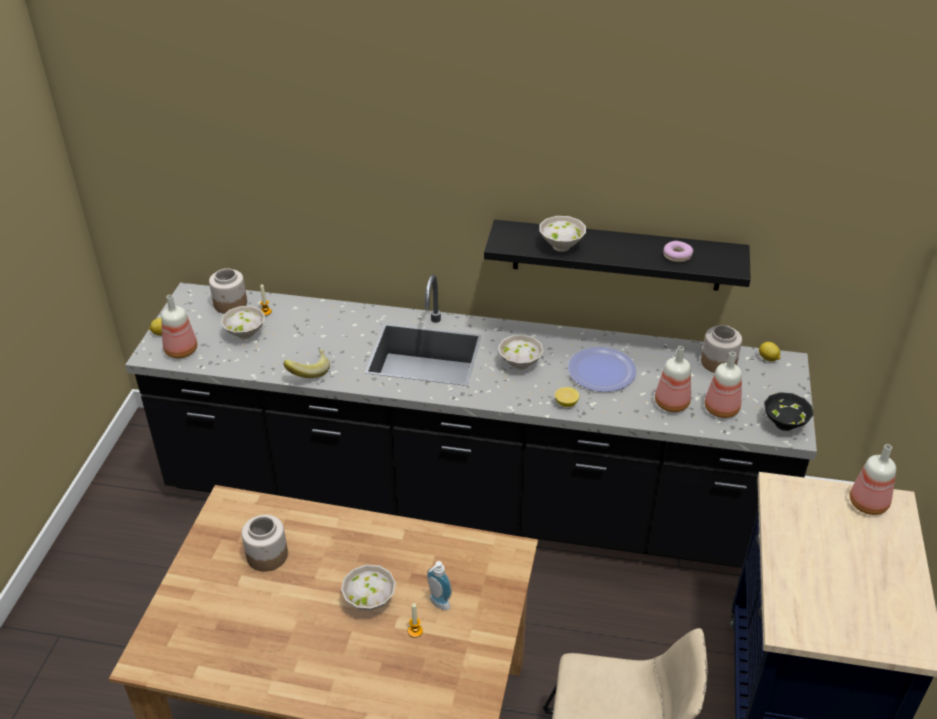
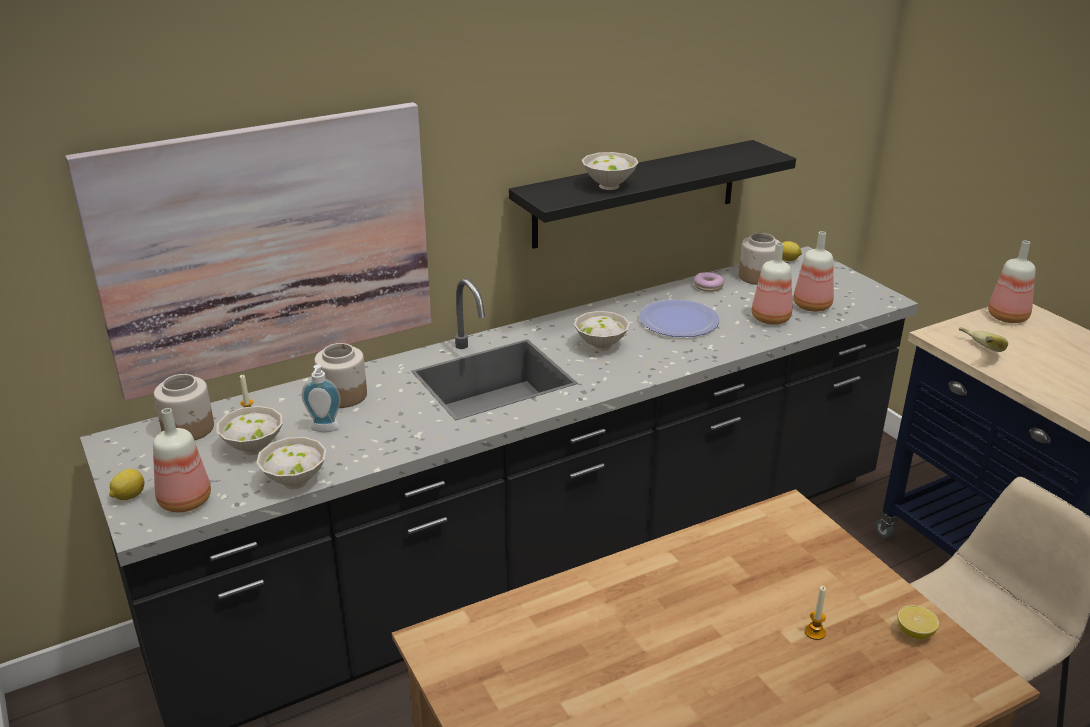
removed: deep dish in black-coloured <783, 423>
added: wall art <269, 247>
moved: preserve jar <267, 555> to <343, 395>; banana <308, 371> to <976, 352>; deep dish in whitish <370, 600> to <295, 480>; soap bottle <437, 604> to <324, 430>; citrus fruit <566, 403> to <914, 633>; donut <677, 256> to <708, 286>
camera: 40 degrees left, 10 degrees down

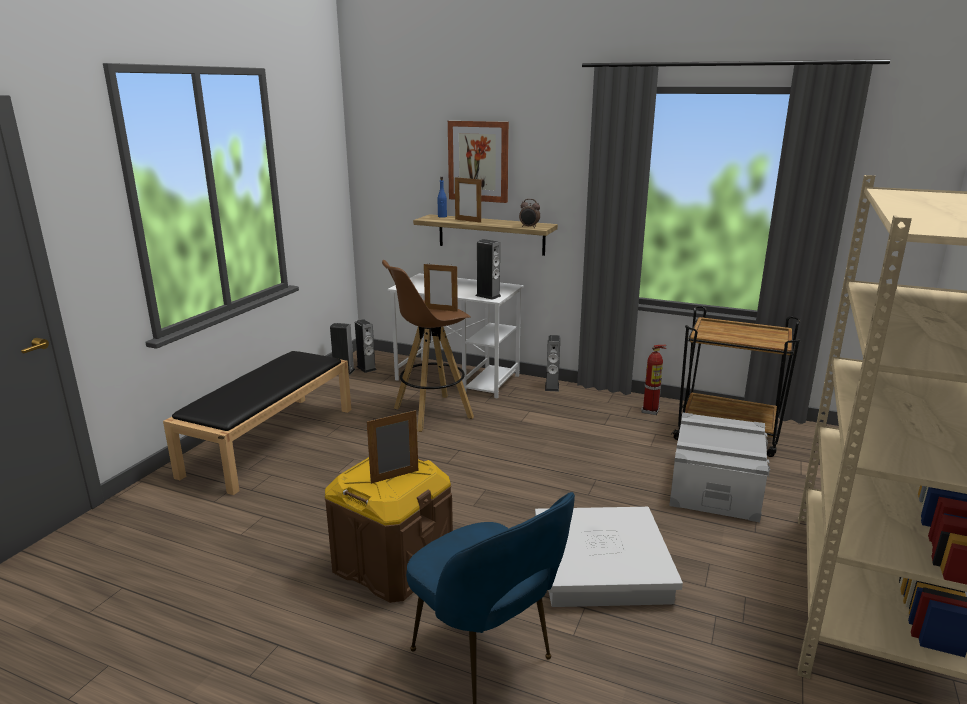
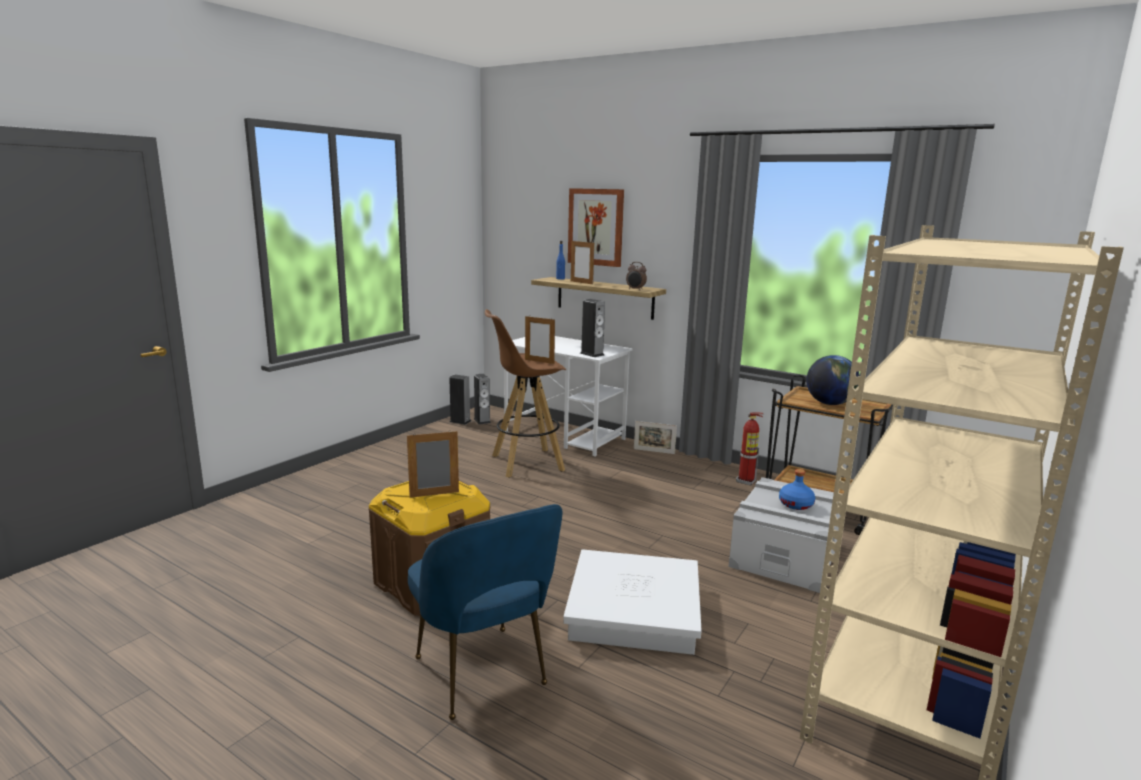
removed: bench in black-coloured <271, 440>
added: beverage bottle in blue <796, 504>; globe <829, 403>
replaced: speaker <552, 387> to standing frame <654, 451>
camera: 10 degrees right, 5 degrees down

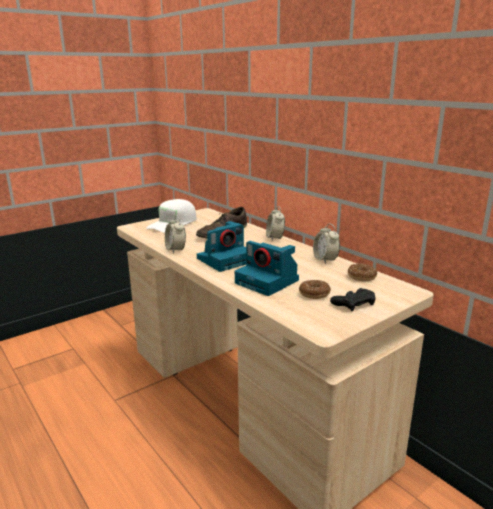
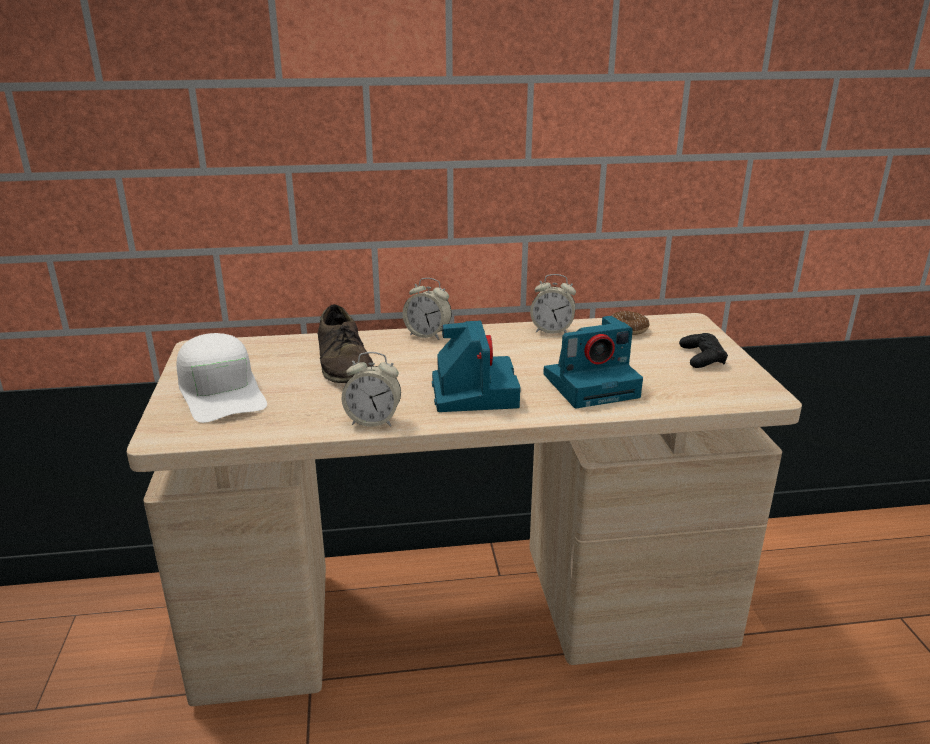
removed: donut <314, 294>
camera: 60 degrees left, 5 degrees up

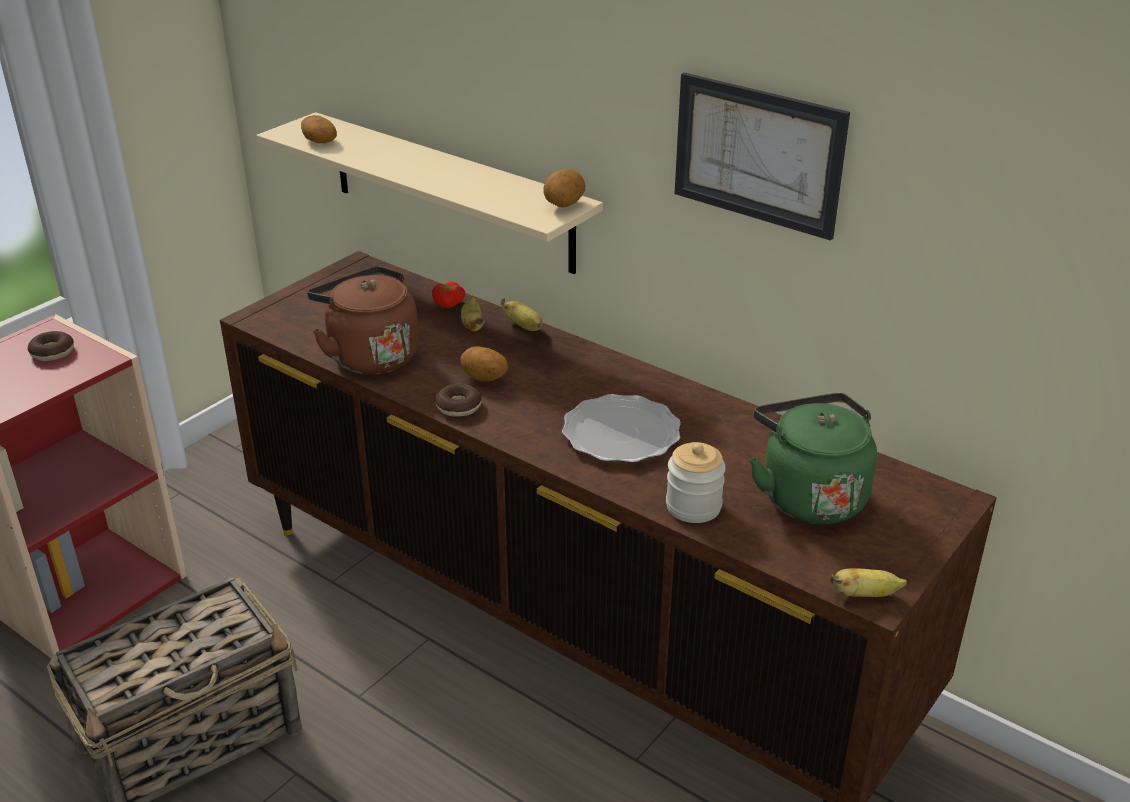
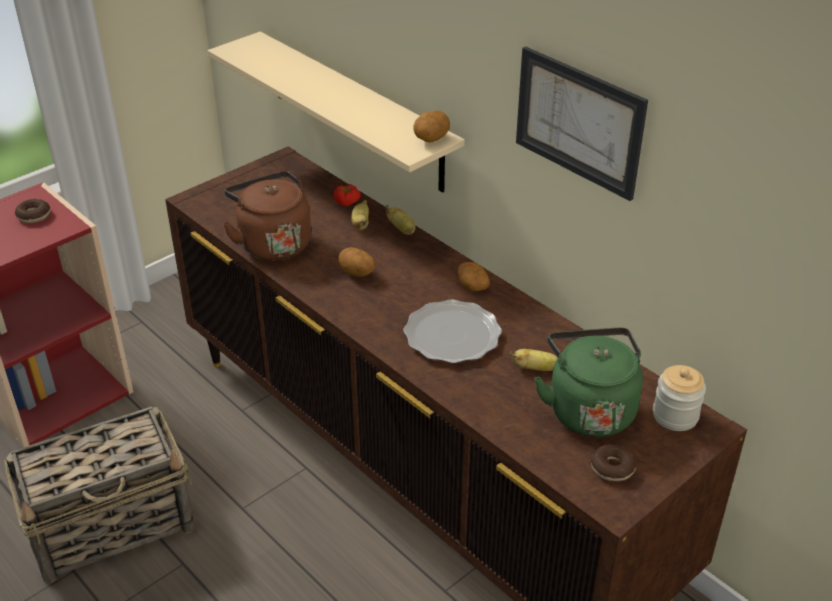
moved: spud <319, 140> to <472, 285>; donut <458, 407> to <612, 468>; preserve jar <693, 506> to <675, 415>; banana <864, 595> to <536, 368>
camera: 10 degrees right, 5 degrees up

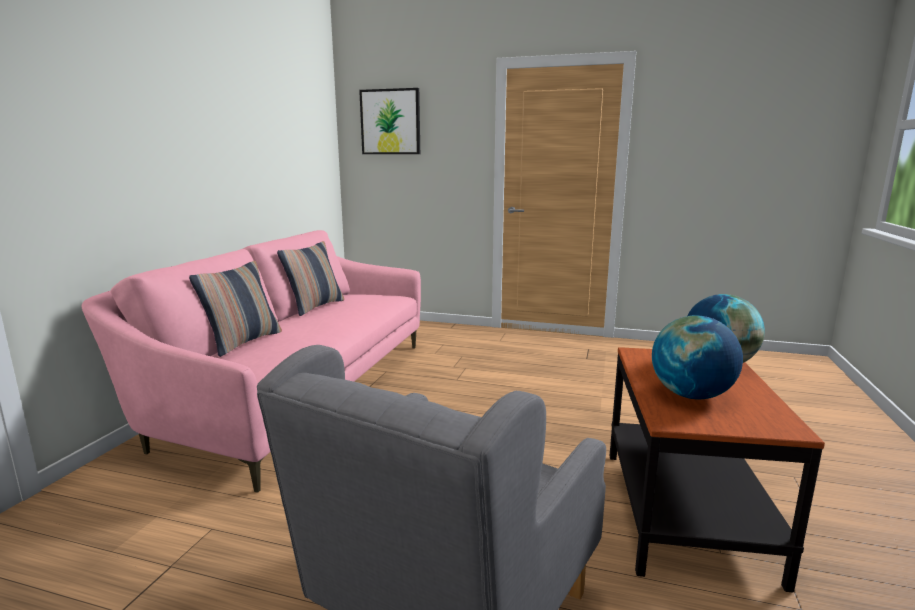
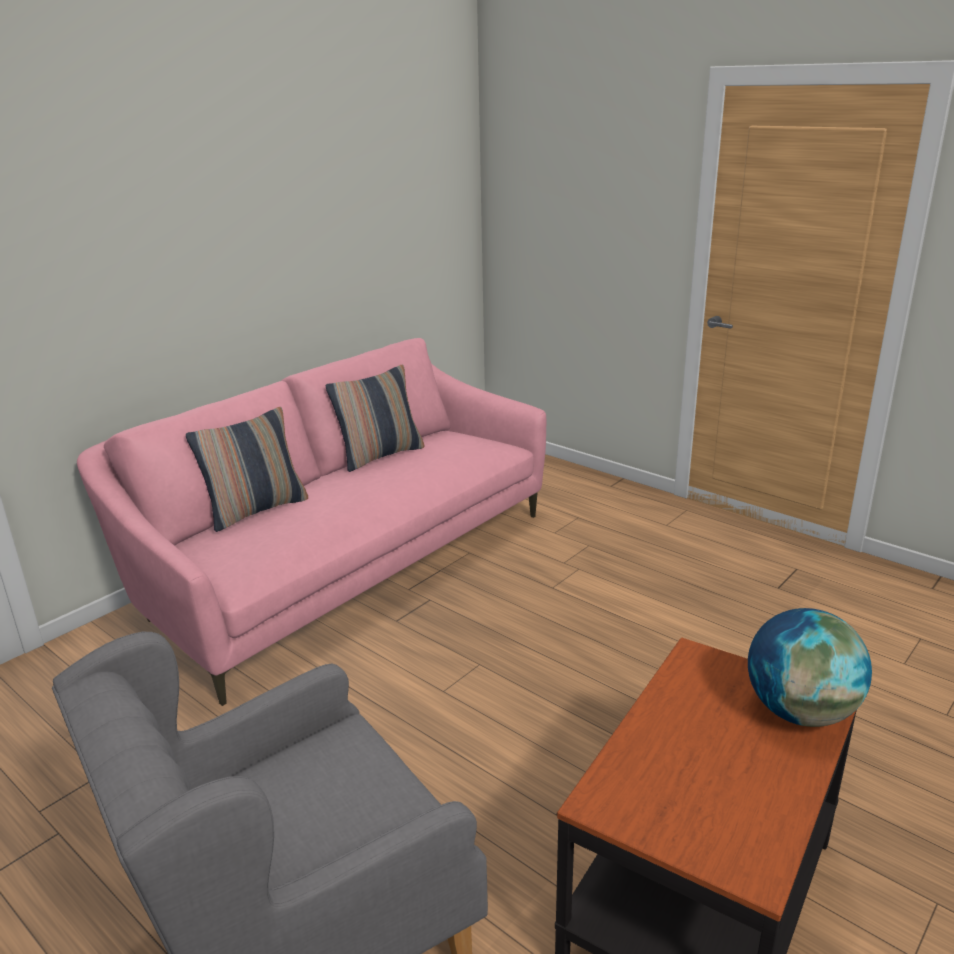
removed: wall art <390, 122>; globe <691, 395>
camera: 25 degrees right, 10 degrees up

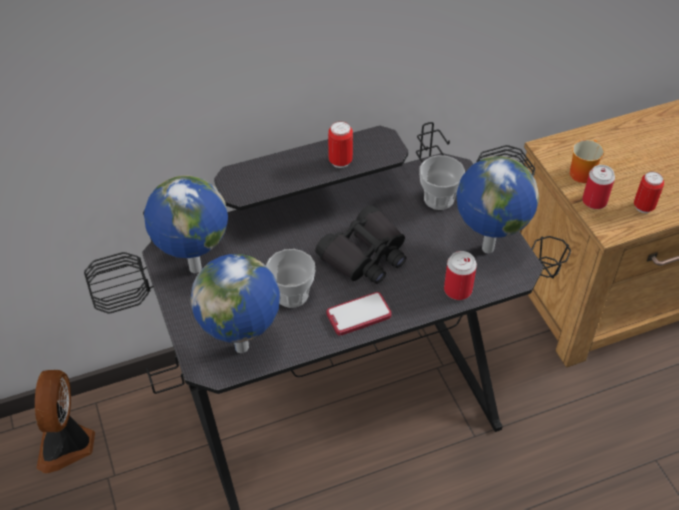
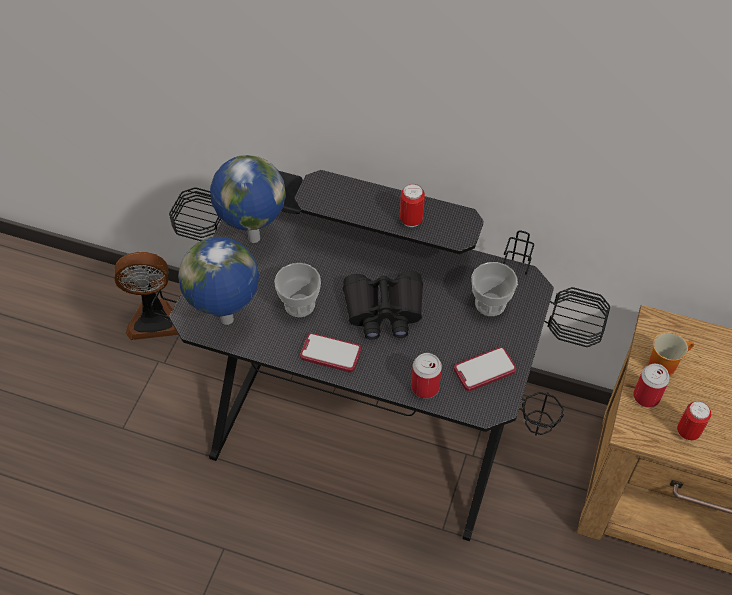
replaced: globe <486, 248> to phone <484, 370>
turned: fan <67, 444> = <154, 318> 135 degrees counterclockwise
camera: 40 degrees right, 5 degrees up

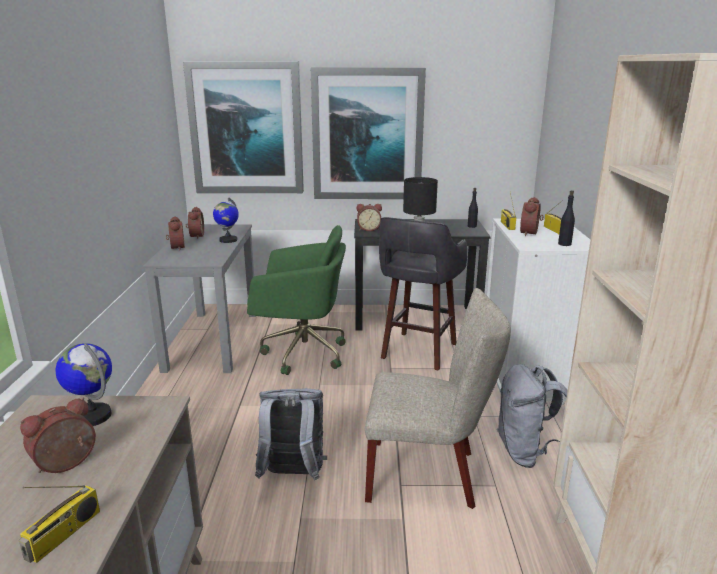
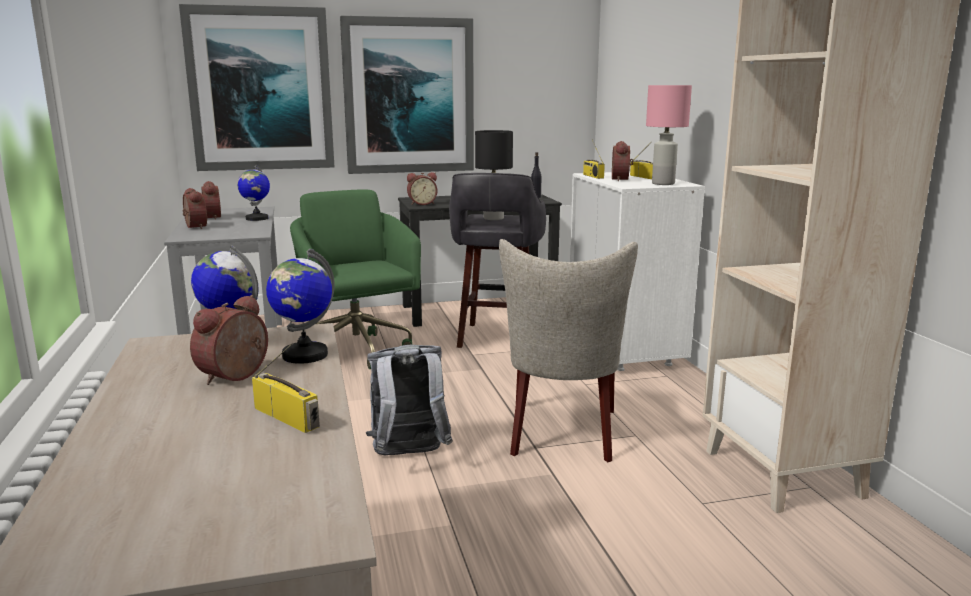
removed: backpack in greyish <528, 453>
added: globe <304, 355>
replaced: beverage bottle in black-coloured <564, 244> to tabletop lamp in pinkish <662, 184>
turned: radio receiver <64, 535> = <288, 417> 60 degrees counterclockwise; office chair in green-coloured <300, 354> = <359, 353> 105 degrees counterclockwise; chair in beige-coloured <429, 474> = <562, 435> 105 degrees clockwise
camera: 15 degrees left, 5 degrees down

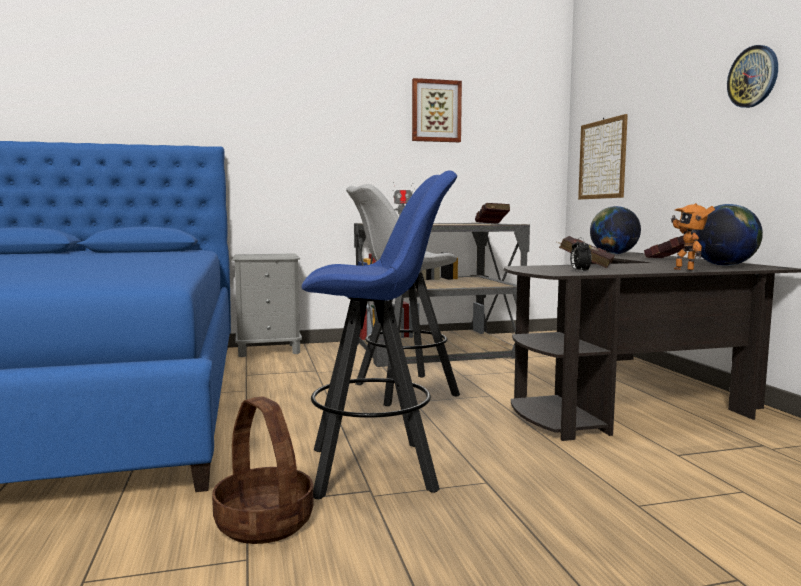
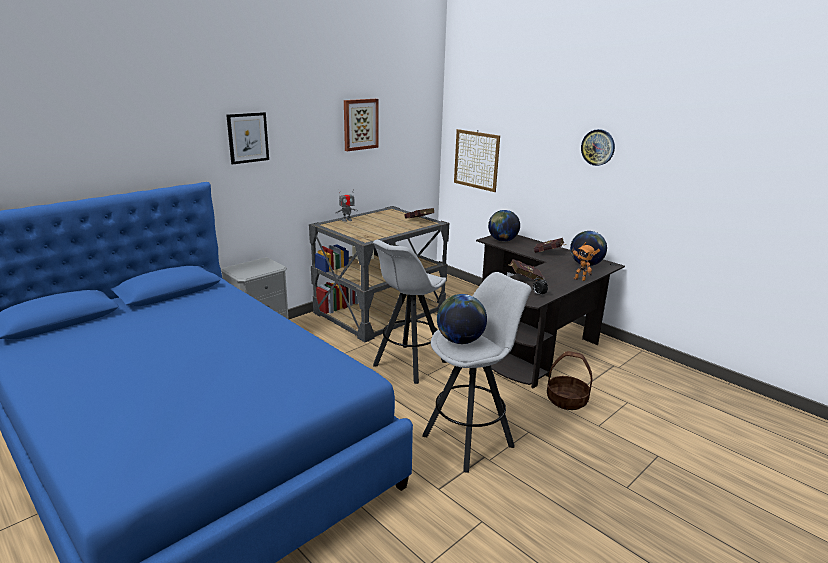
added: wall art <248, 138>; globe <460, 340>
moved: household basket <265, 522> to <567, 400>
recoloured: sitting stool in blue <377, 469> to sitting stool in greyish <470, 440>
camera: 30 degrees left, 15 degrees up

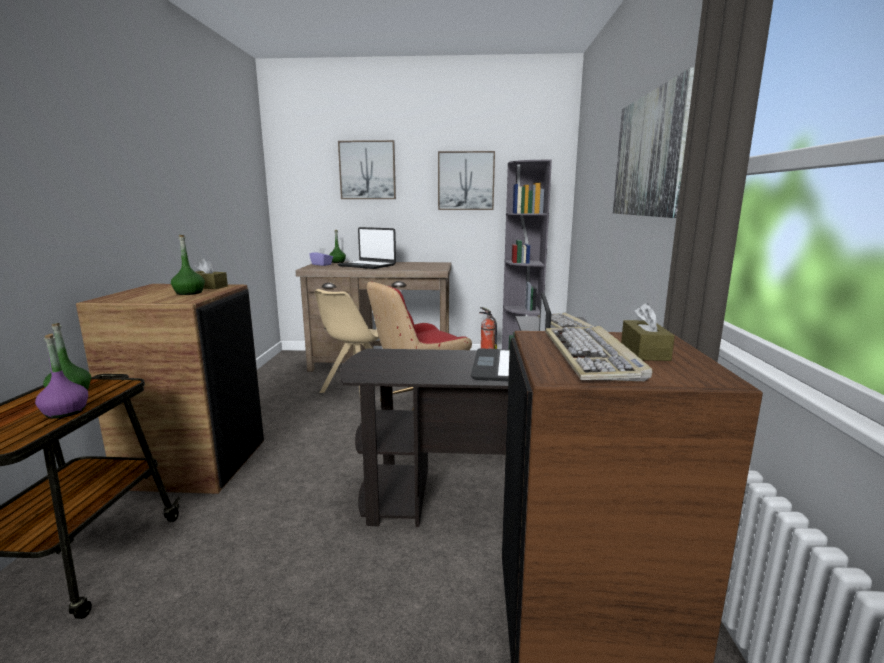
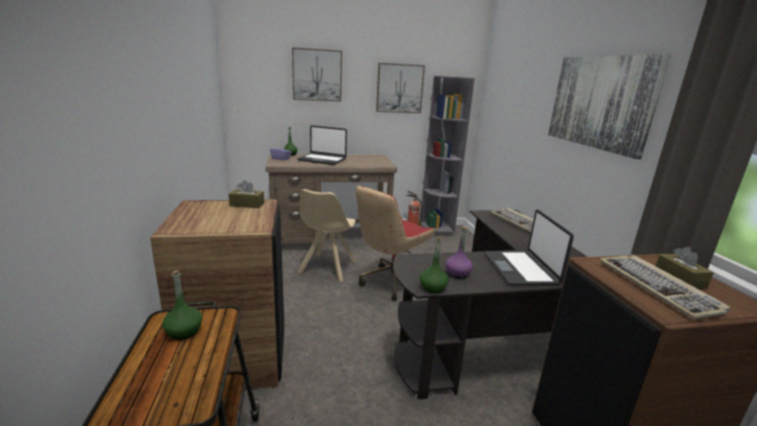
moved: beverage bottle in purplish <65, 412> to <458, 273>; beverage bottle in green-coloured <189, 293> to <433, 287>
camera: 15 degrees left, 5 degrees up

